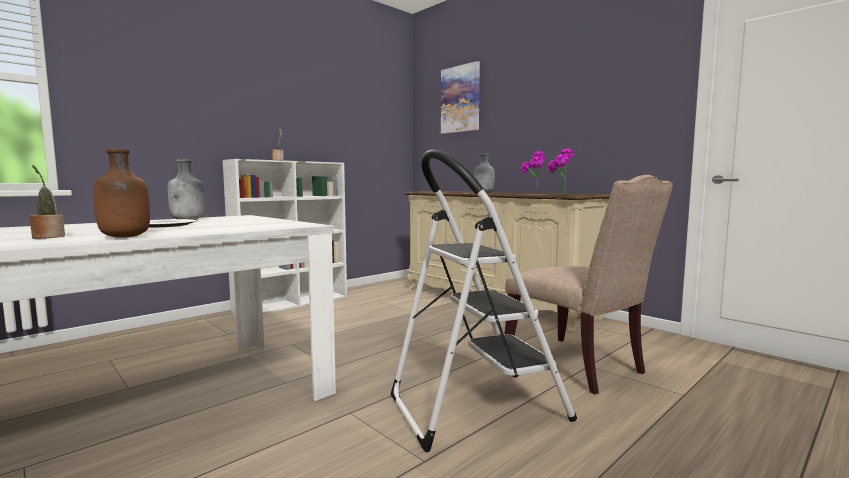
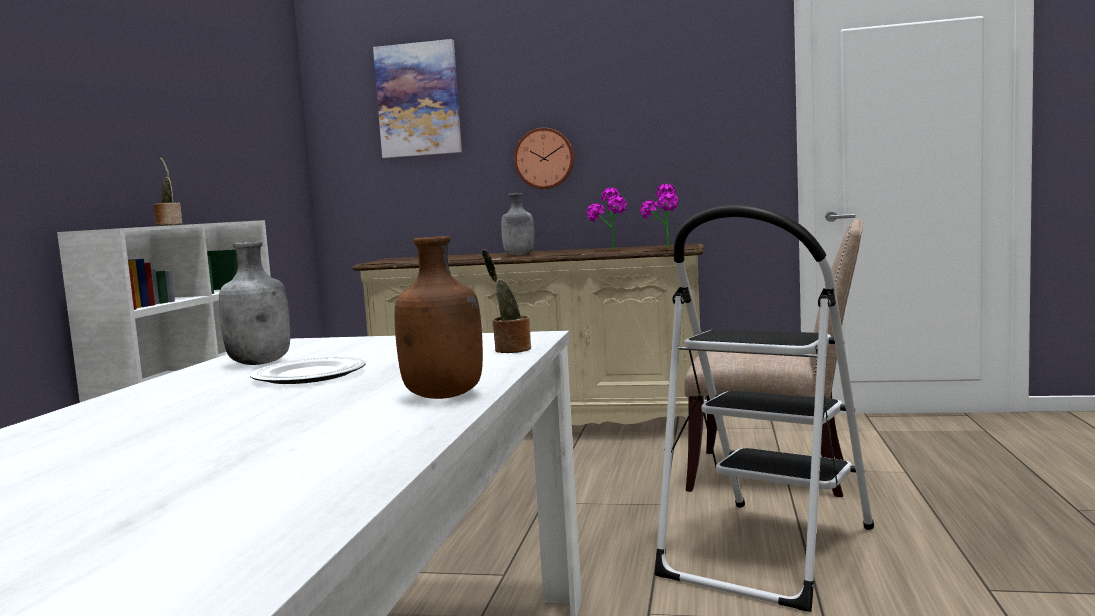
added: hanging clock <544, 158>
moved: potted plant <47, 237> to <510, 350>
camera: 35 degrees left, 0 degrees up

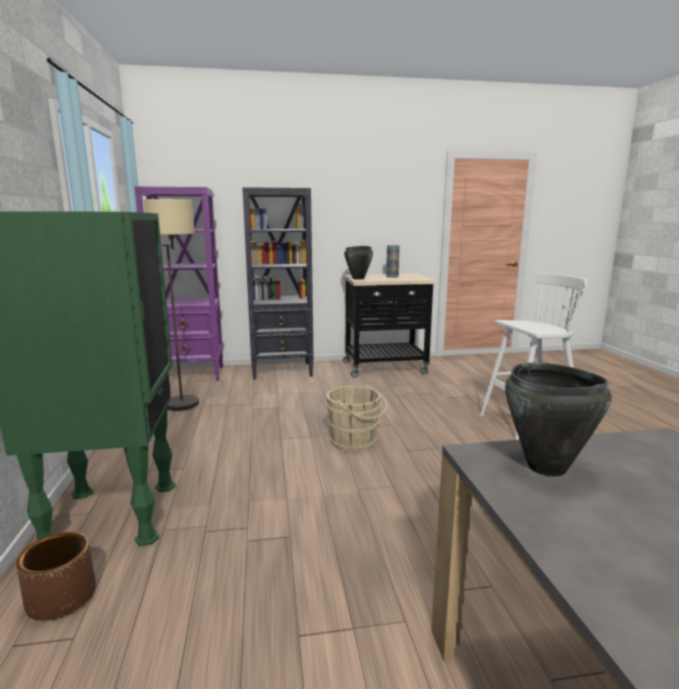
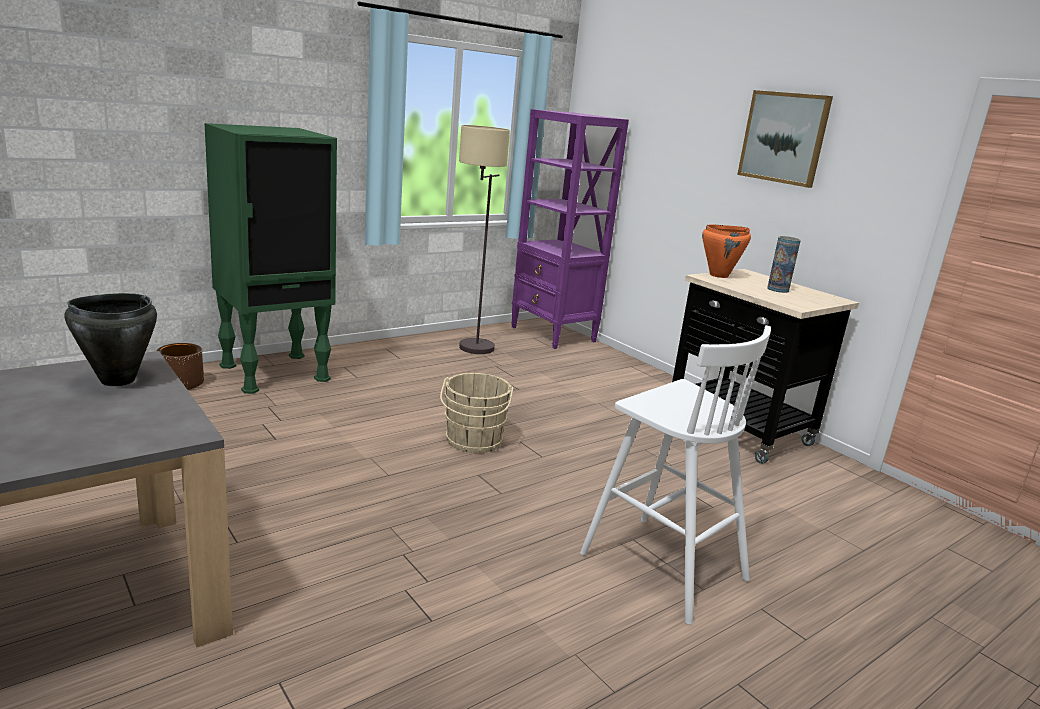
removed: bookcase in black-coloured <283, 371>
added: wall art <784, 138>
recoloured: saucepot in black-coloured <358, 278> to saucepot in orangey <719, 275>
camera: 60 degrees right, 5 degrees up

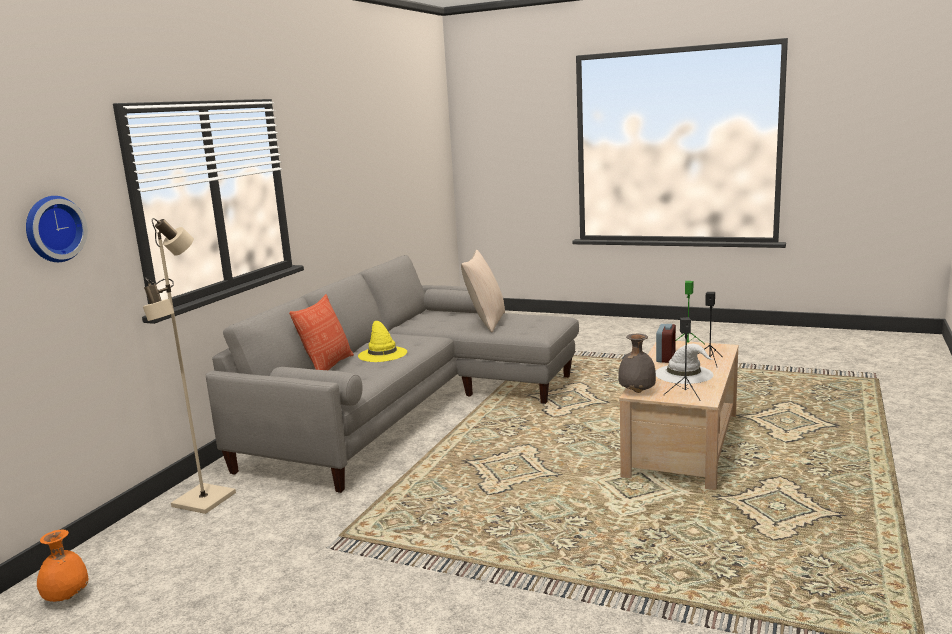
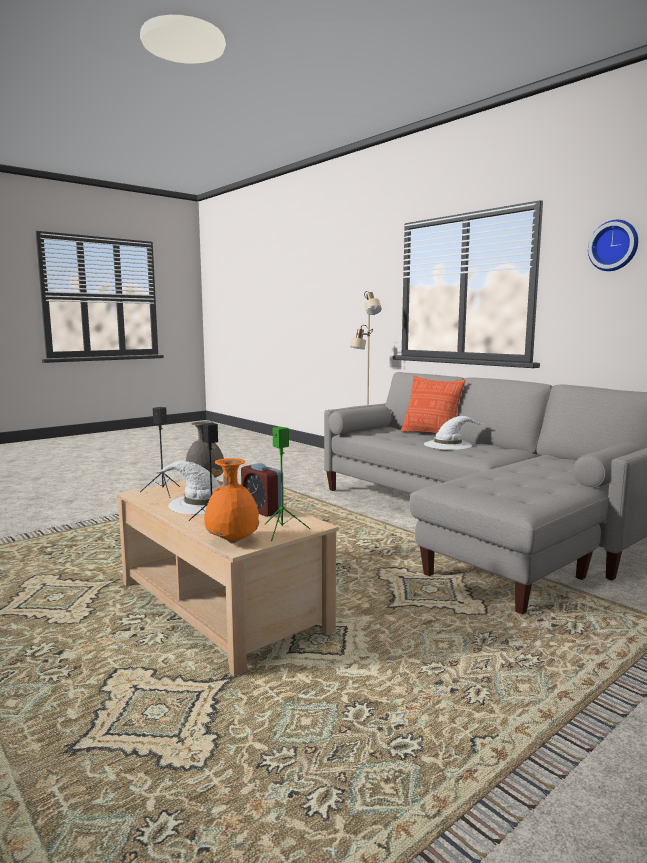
removed: pillow in beige-coloured <486, 322>
moved: hanging clock <52, 229> to <614, 246>; flower vase in orangey <66, 598> to <232, 541>
recoloured: clothing hat in yellow-coloured <382, 353> to clothing hat in whitish <448, 444>
camera: 115 degrees right, 5 degrees down

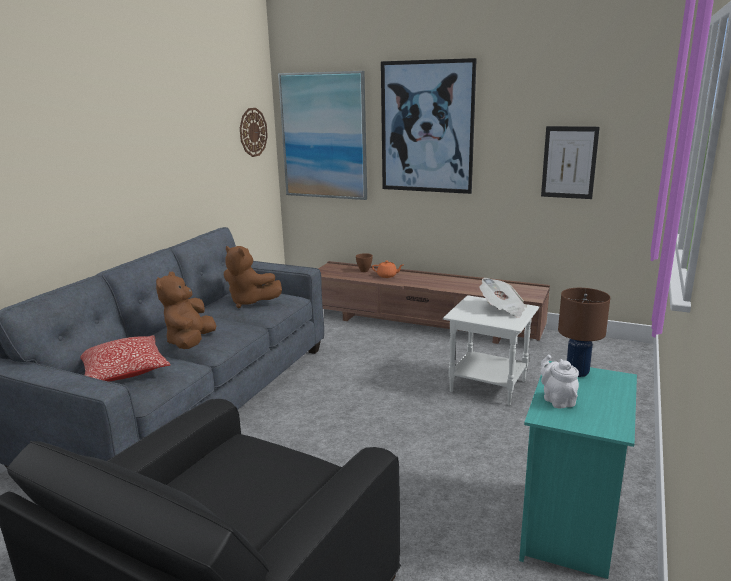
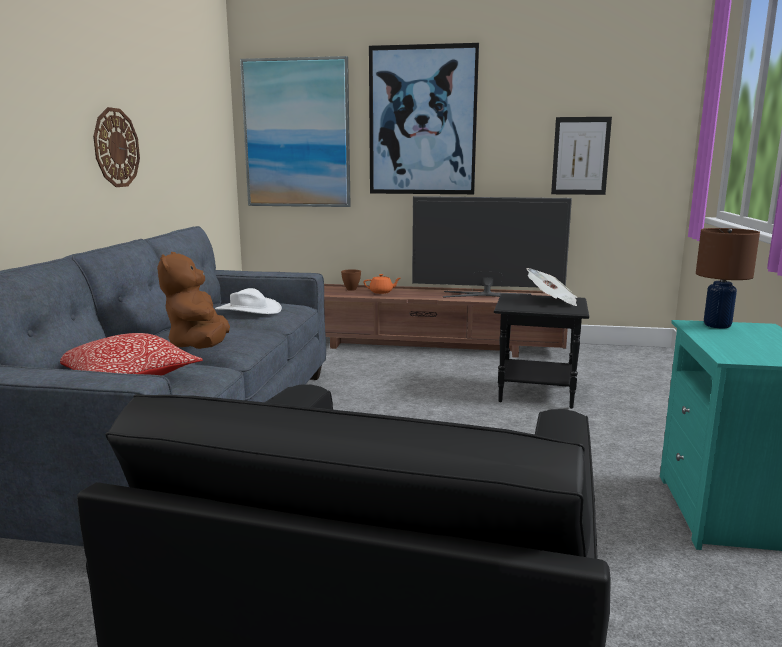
removed: pot for tea in whitish <557, 400>
added: television <487, 295>
moved: hanging clock <253, 132> to <116, 148>
replaced: cuddly toy in brownish <250, 302> to clothing hat in whitish <248, 310>
recoloured: side table in whitish <489, 386> to side table in black-coloured <537, 394>
camera: 15 degrees left, 5 degrees down

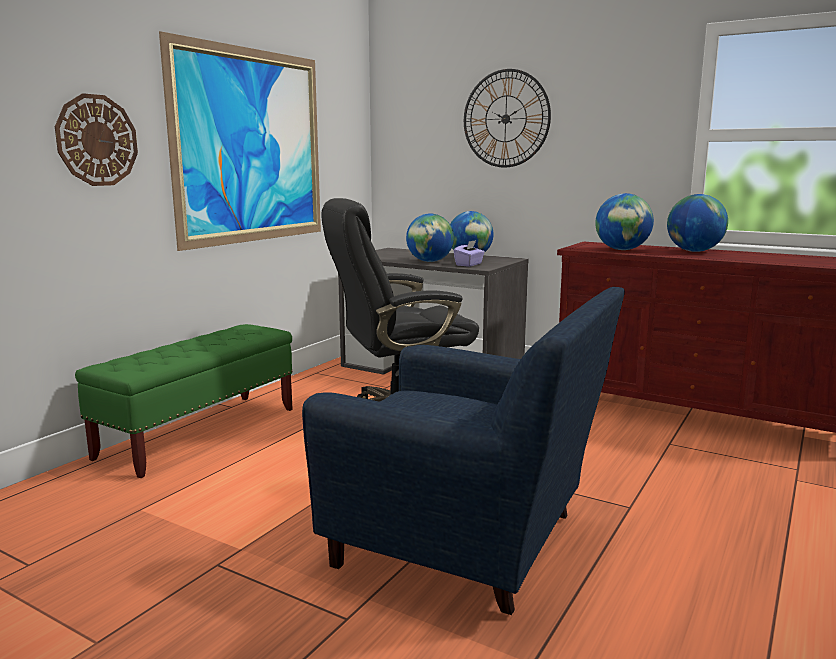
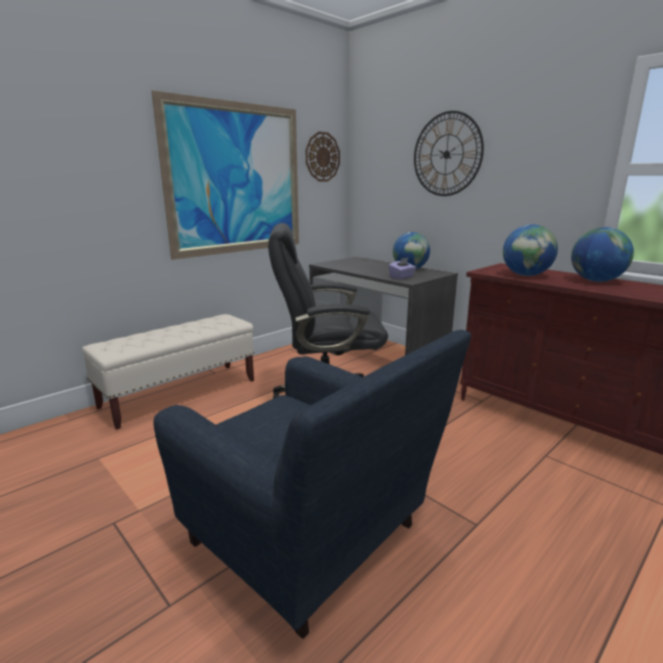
removed: globe <430, 261>
moved: hanging clock <97, 140> to <322, 157>
recoloured: bench in green-coloured <200, 433> to bench in beige-coloured <180, 394>
camera: 15 degrees right, 5 degrees up

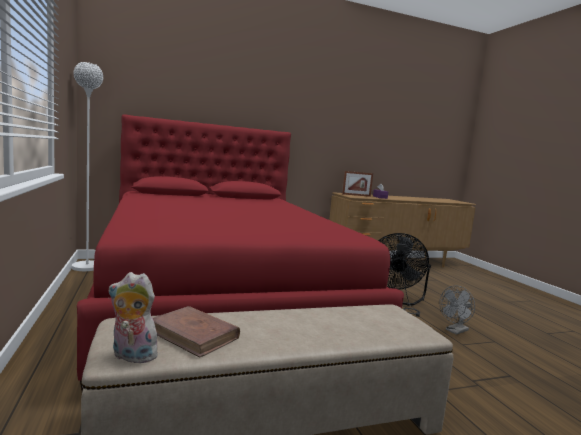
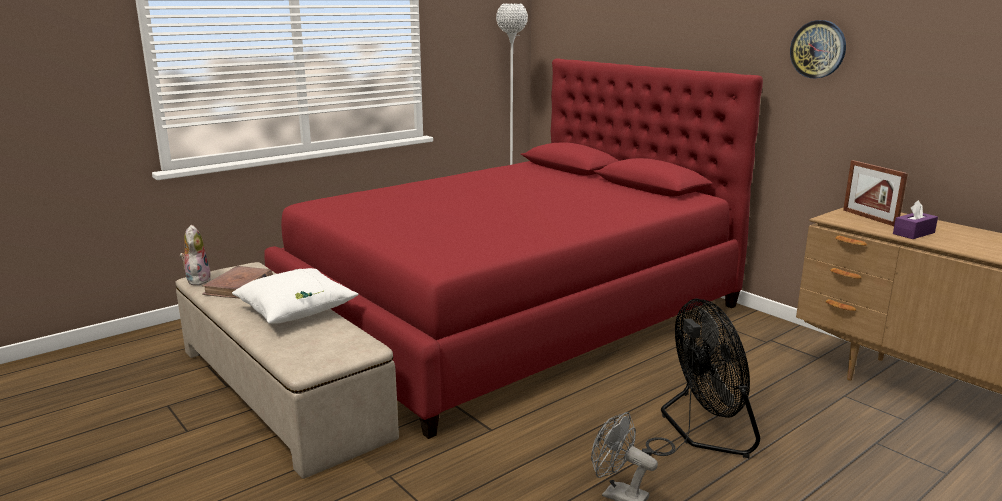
added: pillow in whitish <296, 311>; hanging clock <818, 49>
camera: 70 degrees right, 10 degrees up

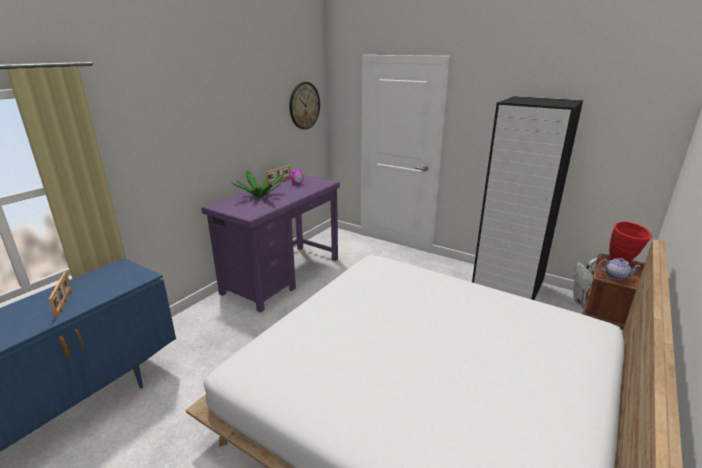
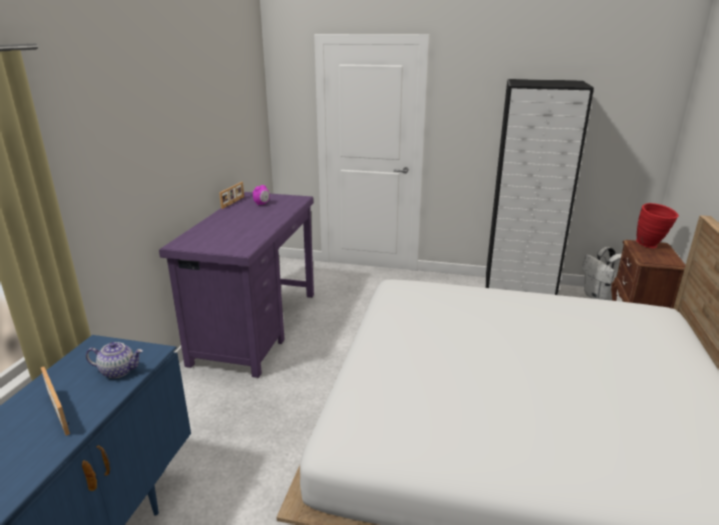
removed: potted plant <260, 196>; hanging clock <304, 105>
moved: pot for tea <616, 276> to <119, 371>
camera: 20 degrees left, 0 degrees up

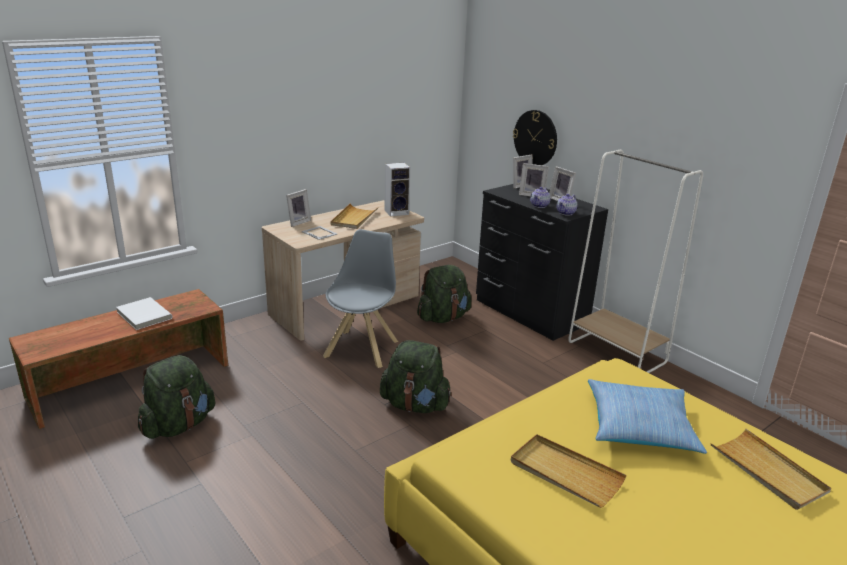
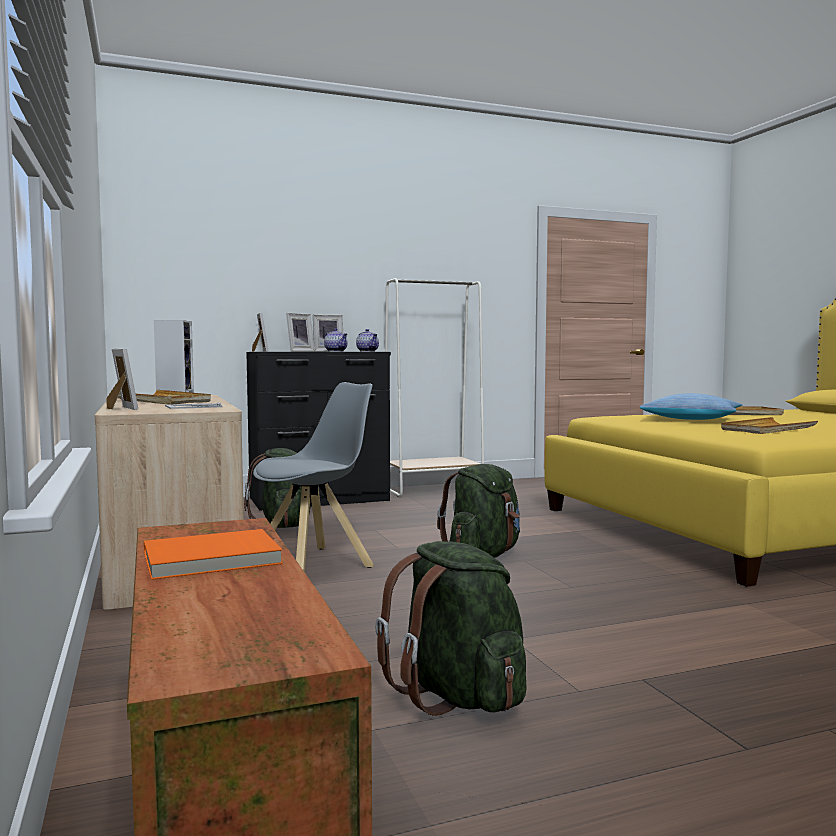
removed: hanging clock <535, 138>
recoloured: bound book in whitish <143, 315> to bound book in orangey <212, 559>
turned: chair in greyish <362, 347> = <315, 564> 105 degrees clockwise
camera: 70 degrees left, 20 degrees down

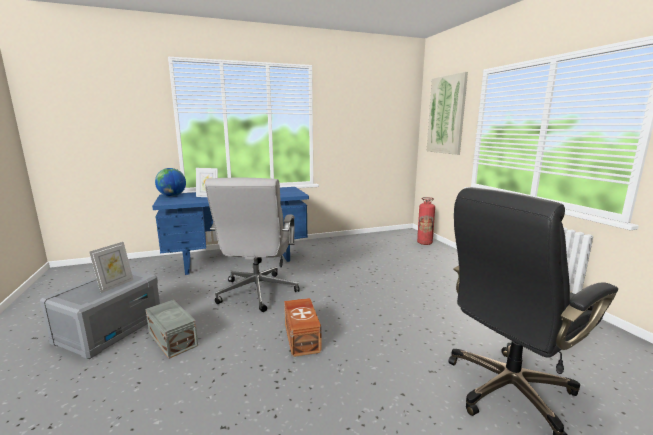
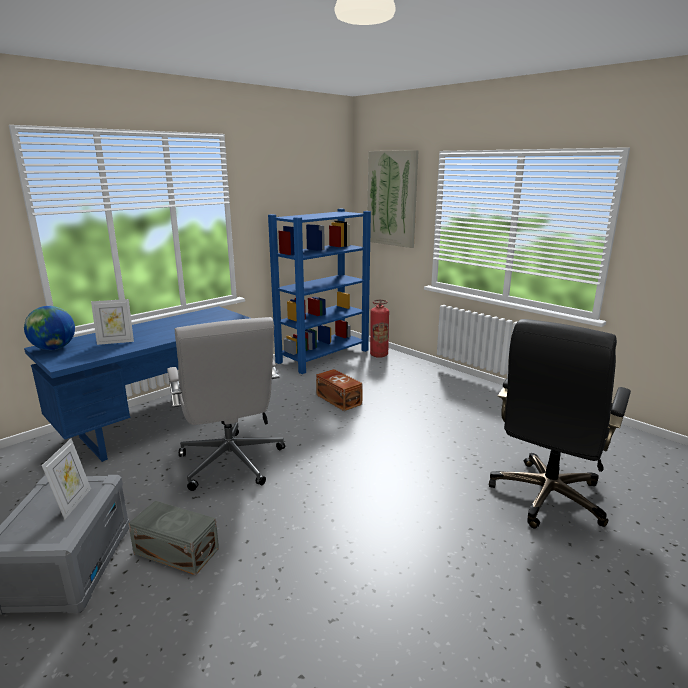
added: bookcase in blue <323, 356>
moved: storage container in brownish <302, 336> to <339, 399>
camera: 25 degrees left, 5 degrees up

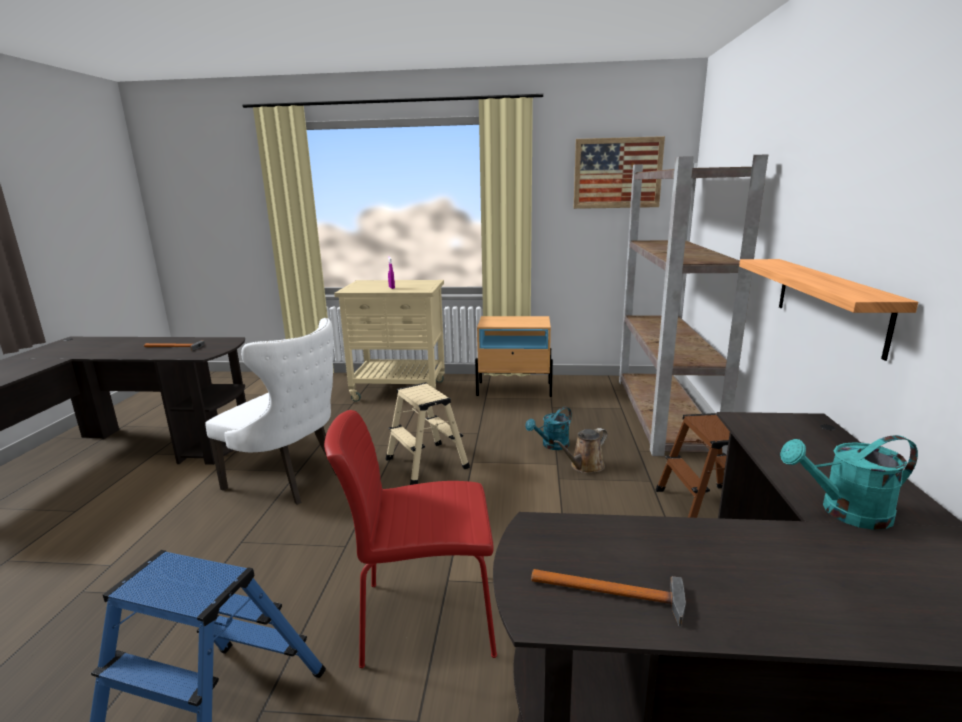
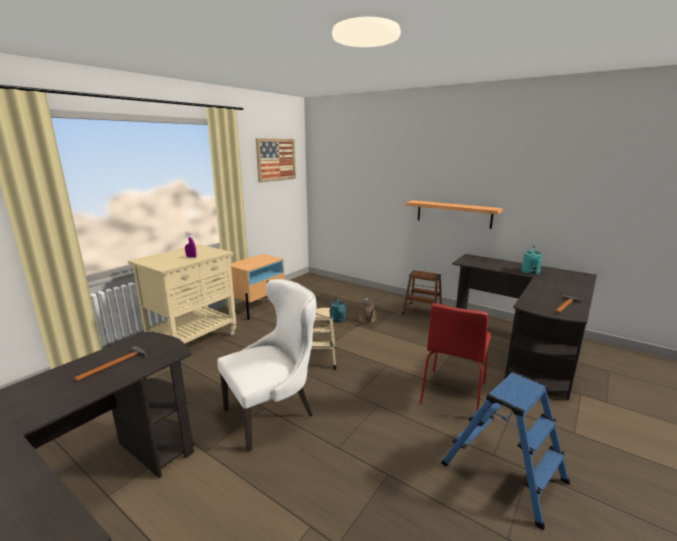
removed: bookcase in brownish <664, 413>
camera: 60 degrees left, 0 degrees up

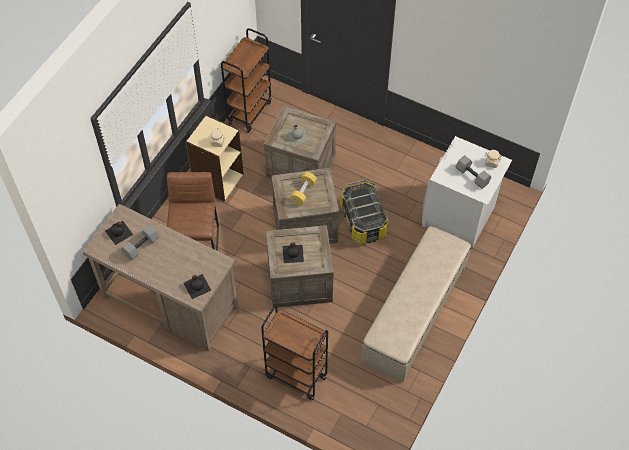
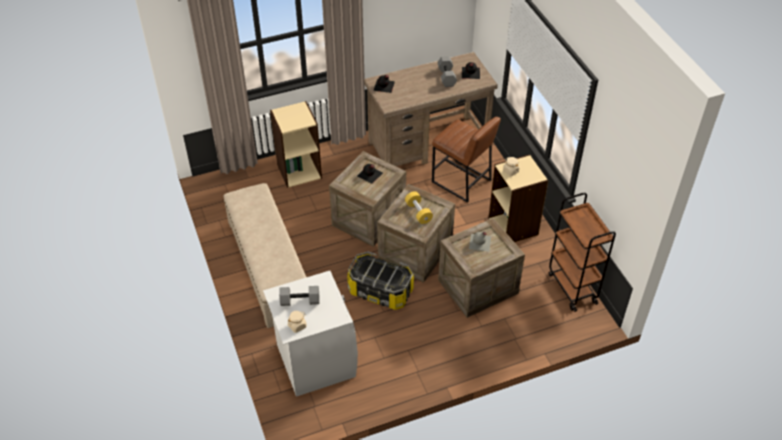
replaced: trolley in brownish <295, 378> to bookcase in beige-coloured <299, 171>
camera: 130 degrees right, 10 degrees down

